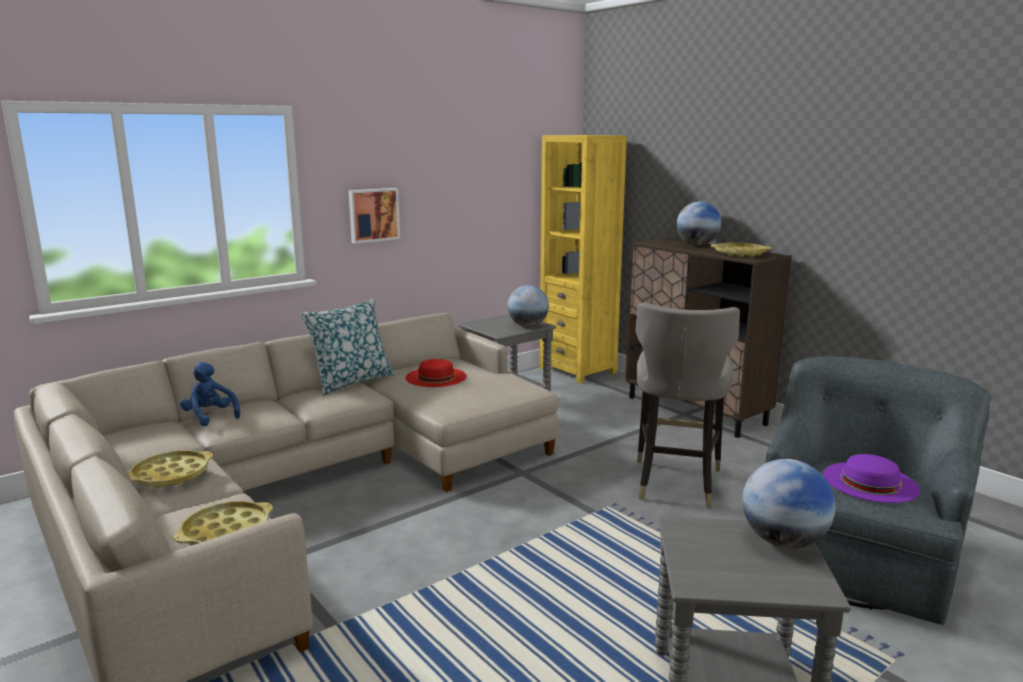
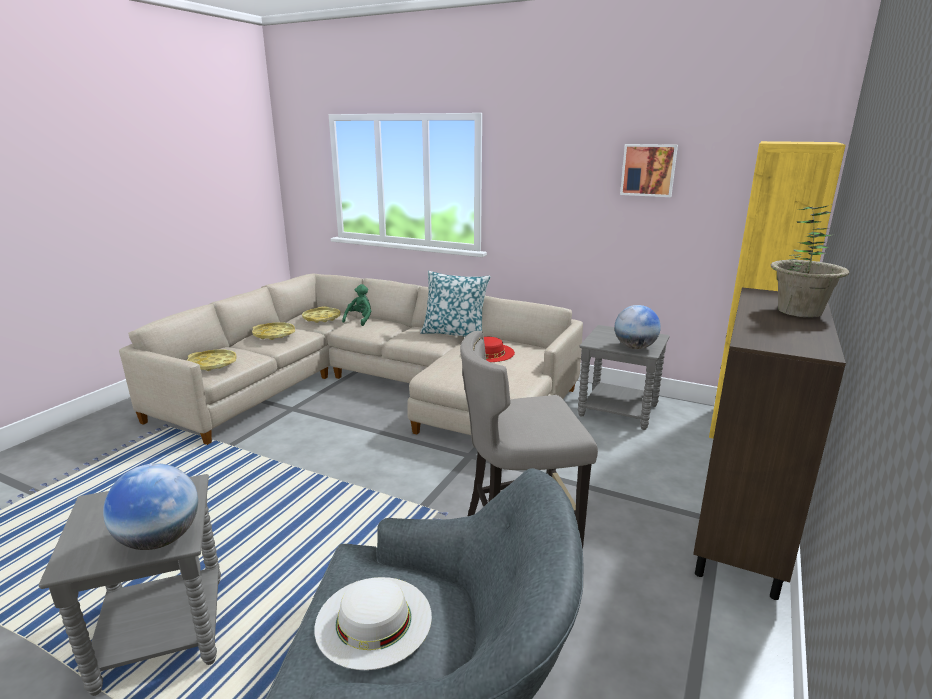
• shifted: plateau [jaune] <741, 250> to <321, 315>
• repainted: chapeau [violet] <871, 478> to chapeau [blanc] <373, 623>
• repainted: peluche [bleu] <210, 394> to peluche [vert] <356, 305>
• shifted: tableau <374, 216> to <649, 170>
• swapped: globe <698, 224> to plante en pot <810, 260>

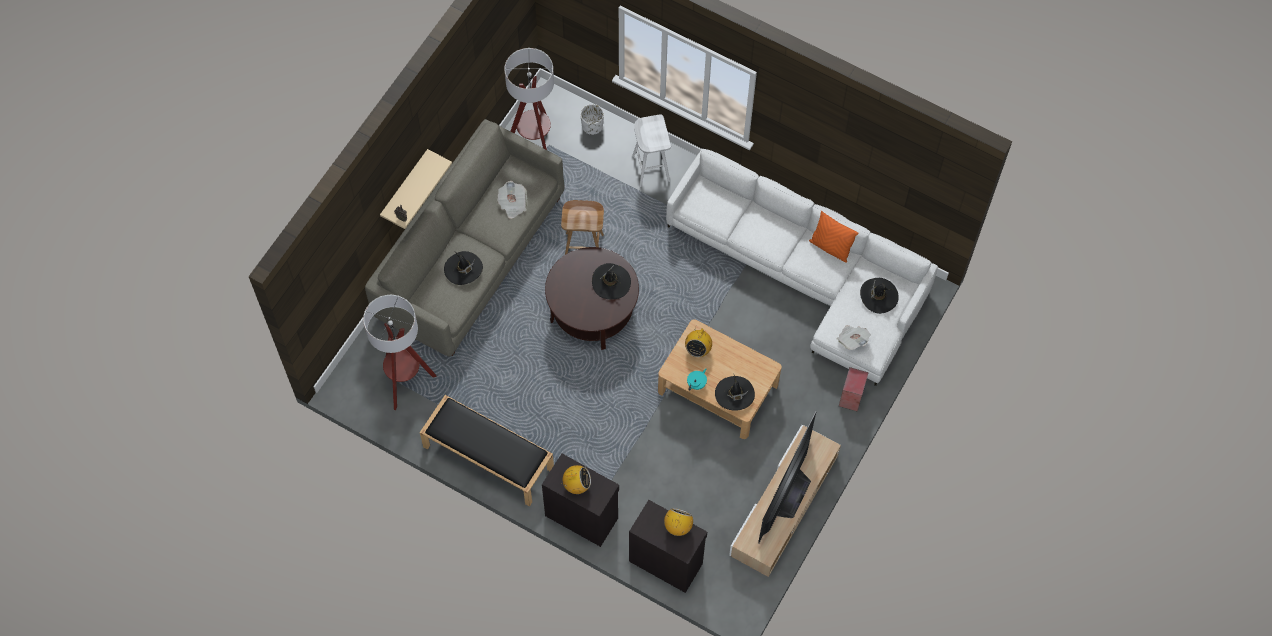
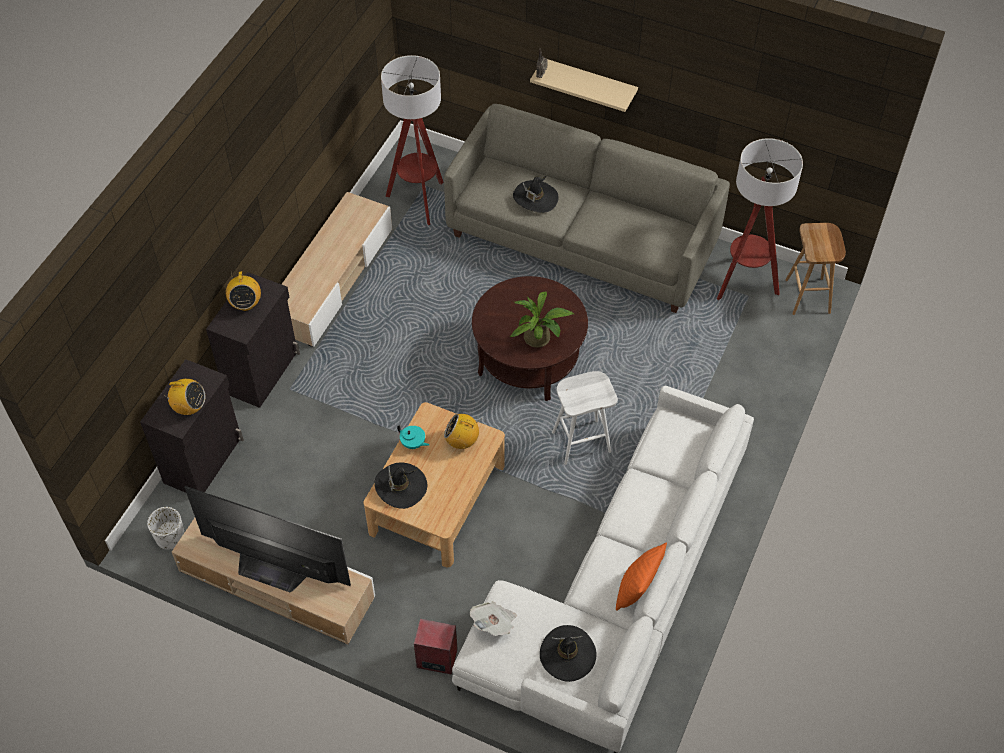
• shifted: cache-pot [blanc] <592, 119> to <166, 528>
• swapped: banc [noir] <487, 450> to meuble télé [beige] <337, 269>
• swapped: chapeau [noir] <611, 281> to plante en pot <542, 320>
• shifted: tabouret [blanc] <651, 150> to <585, 418>
• shifted: tabouret [marron] <582, 227> to <816, 269>
• gone: journal <512, 200>

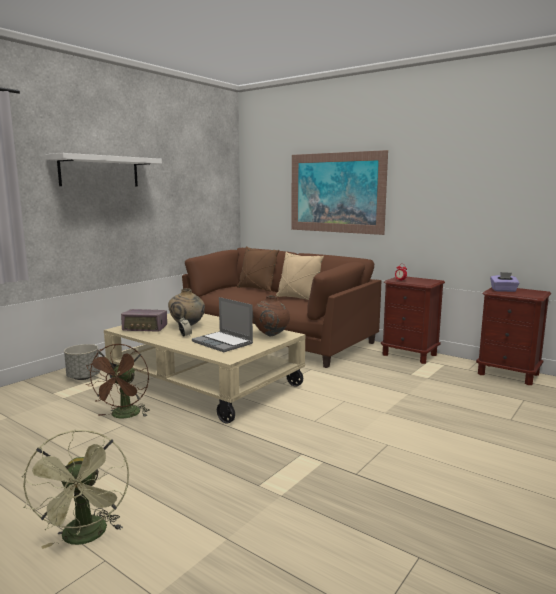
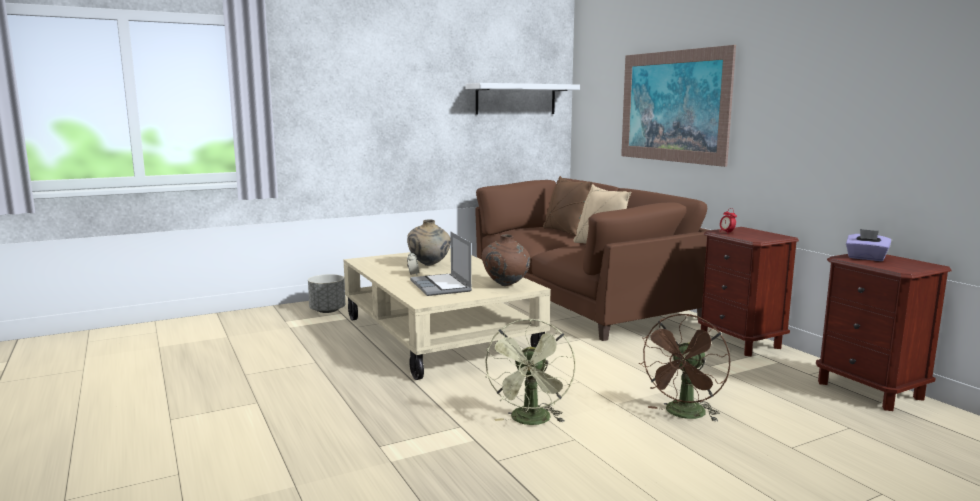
• shifted: étagère [blanc] <103, 170> to <522, 99>
• shifted: ventilateur [vert] <75, 489> to <530, 372>
• shifted: ventilateur [marron] <117, 381> to <684, 368>
• gone: radio <144, 320>

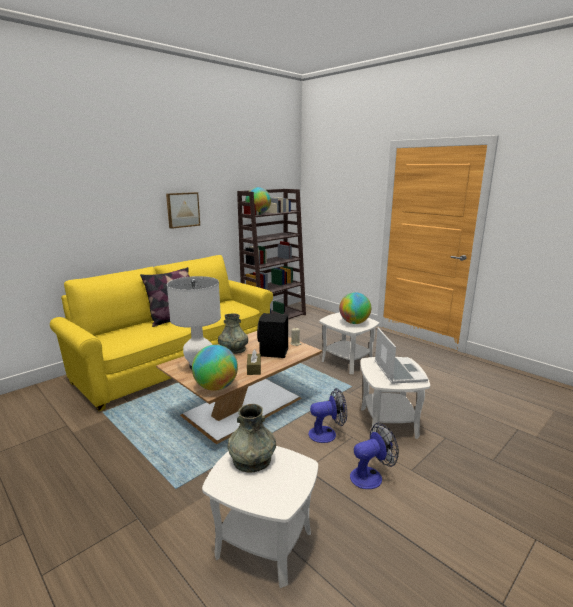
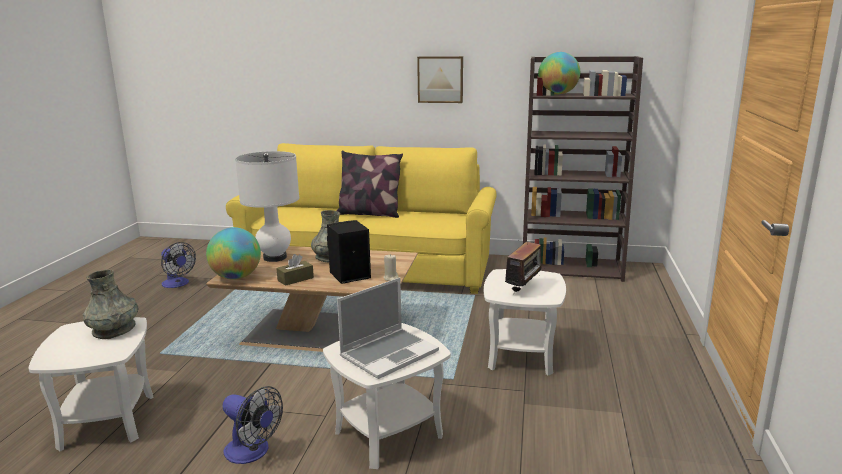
• shifted: ventilateur <328, 415> to <178, 265>
• swapped: globe <355, 308> to radio <525, 267>

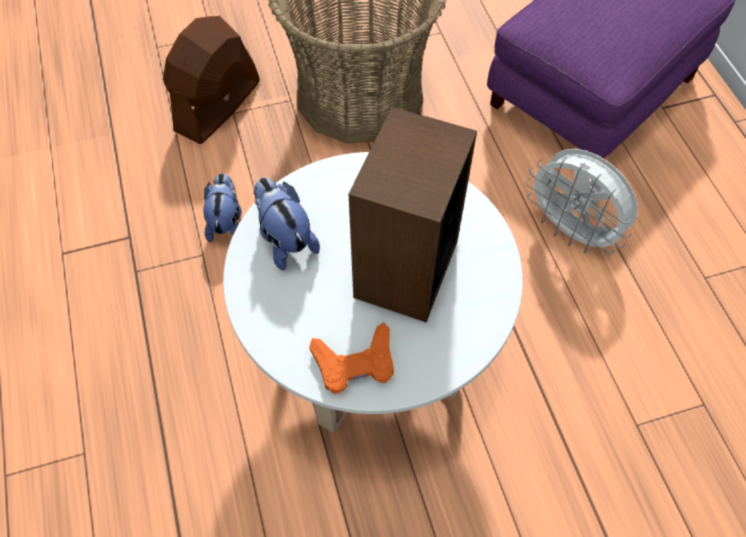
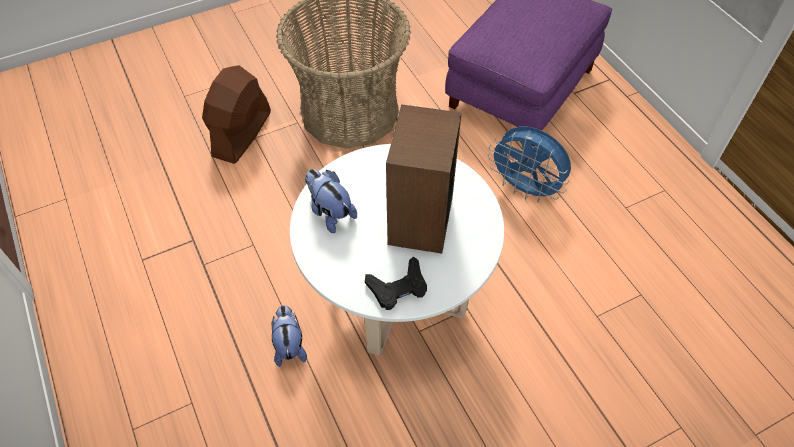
• shifted: peluche <222, 208> to <289, 336>
• repainted: manette [orange] <351, 358> to manette [noir] <396, 283>
• repainted: ventilateur [blanc] <582, 201> to ventilateur [bleu] <529, 164>

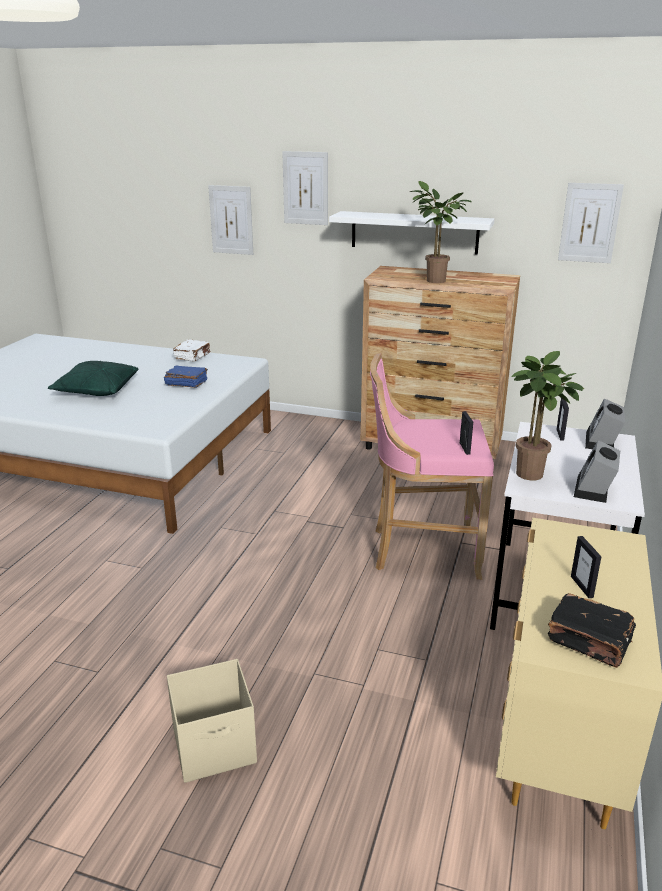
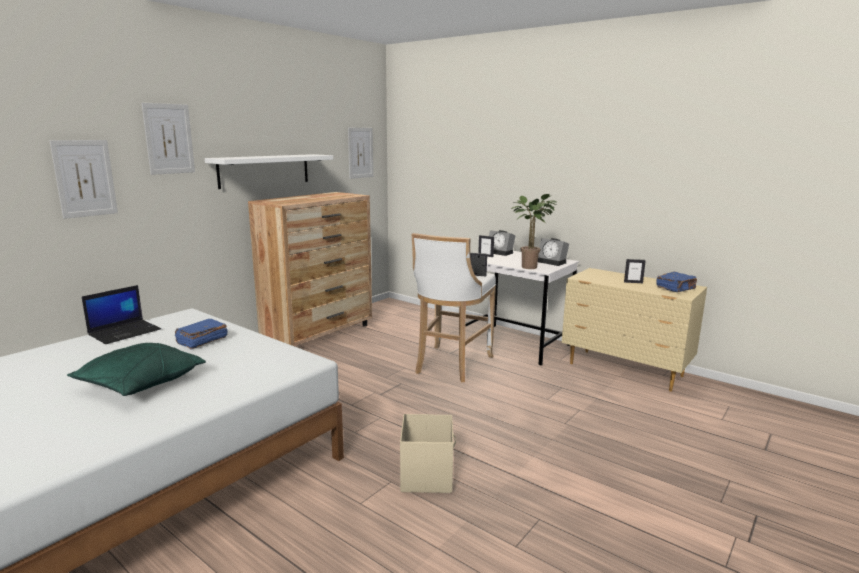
• swapped: livre [blanc] <191, 350> to ordinateur portable <121, 314>
• shifted: boîte de rangement [beige] <212, 721> to <428, 453>
• repainted: tabouret [rose] <432, 466> to tabouret [blanc] <453, 307>
• repainted: livre [noir] <592, 630> to livre [bleu] <676, 282>
• gone: plante en pot <441, 232>

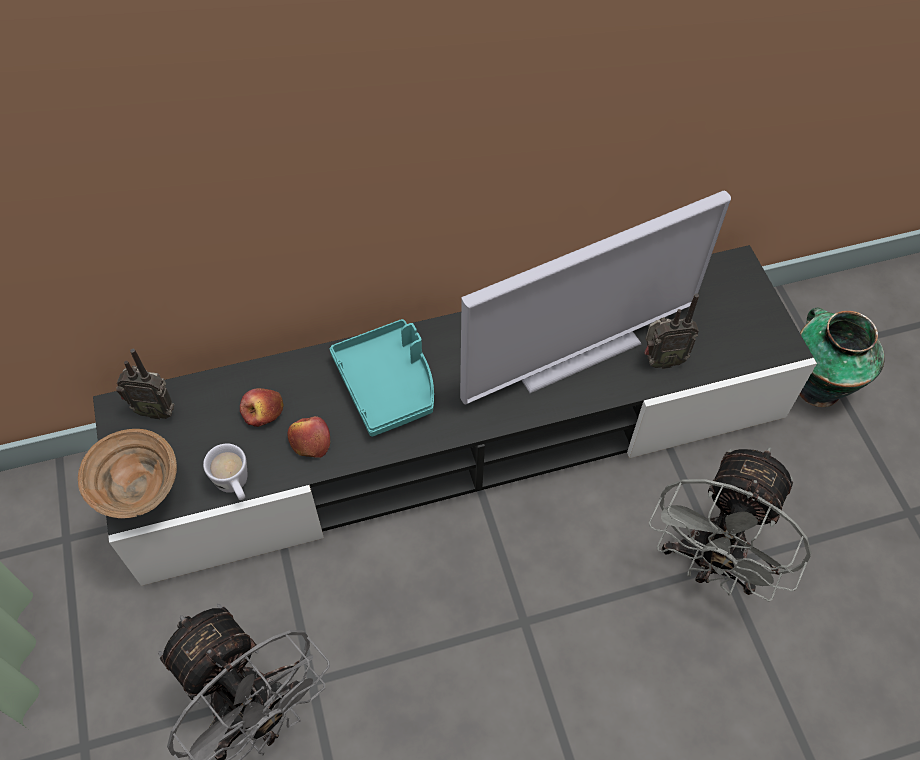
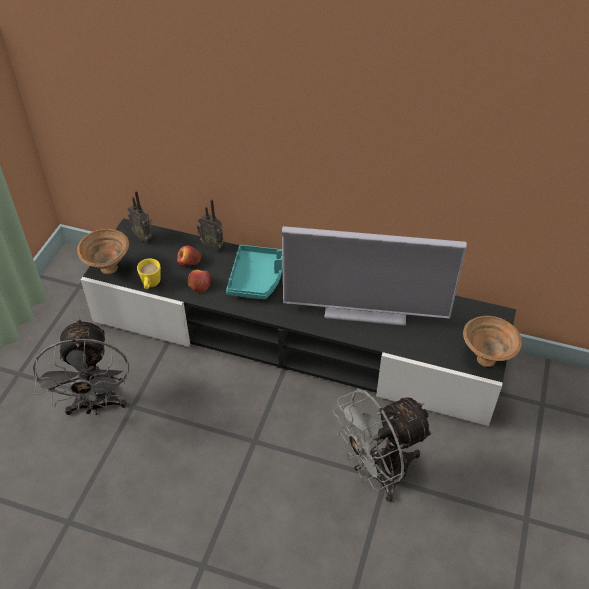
• repainted: mug [blanc] <225, 472> to mug [jaune] <149, 273>
• shifted: radio <671, 331> to <210, 224>
• new: bol [marron] <492, 341>
• gone: vase <842, 357>

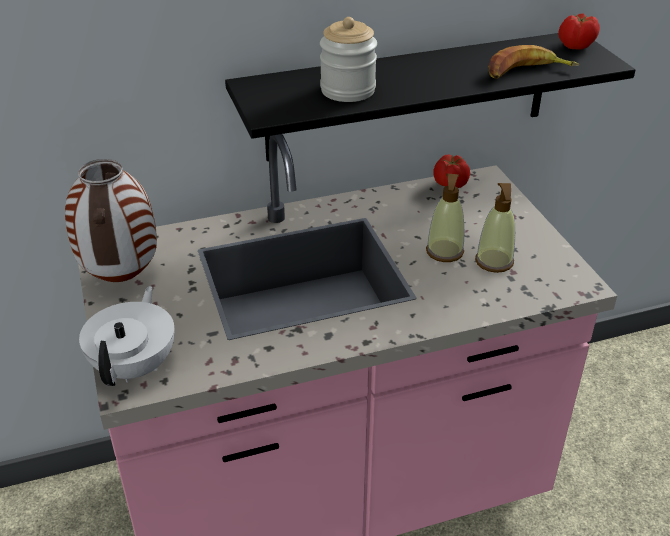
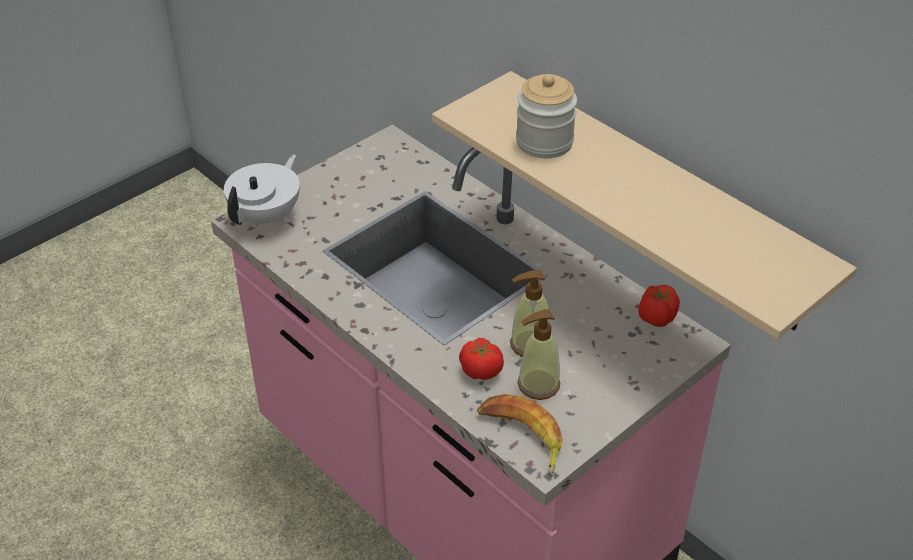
• rotated: théière [blanc] <127, 336> = <262, 190> 45 degrees counterclockwise
• repainted: étagère [noir] <430, 97> to étagère [beige] <644, 205>
• shifted: tomate <579, 31> to <481, 359>
• shifted: banane <533, 62> to <520, 433>
• gone: vase <111, 220>

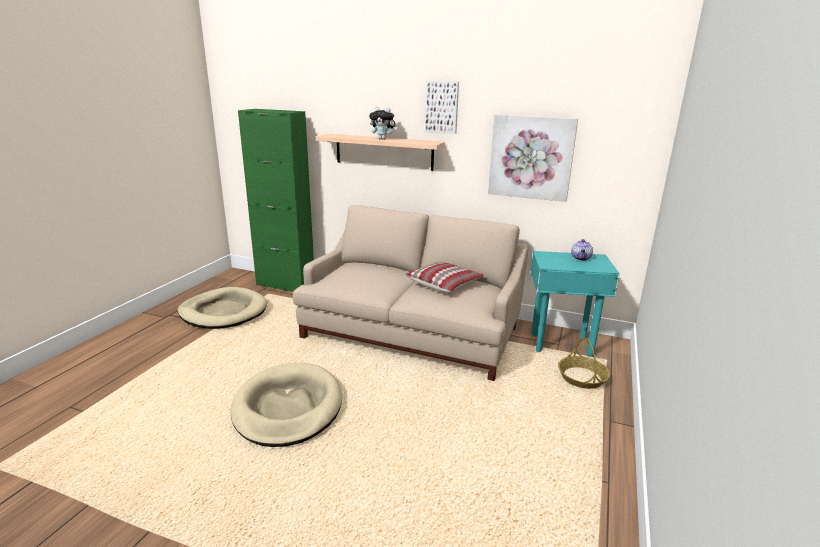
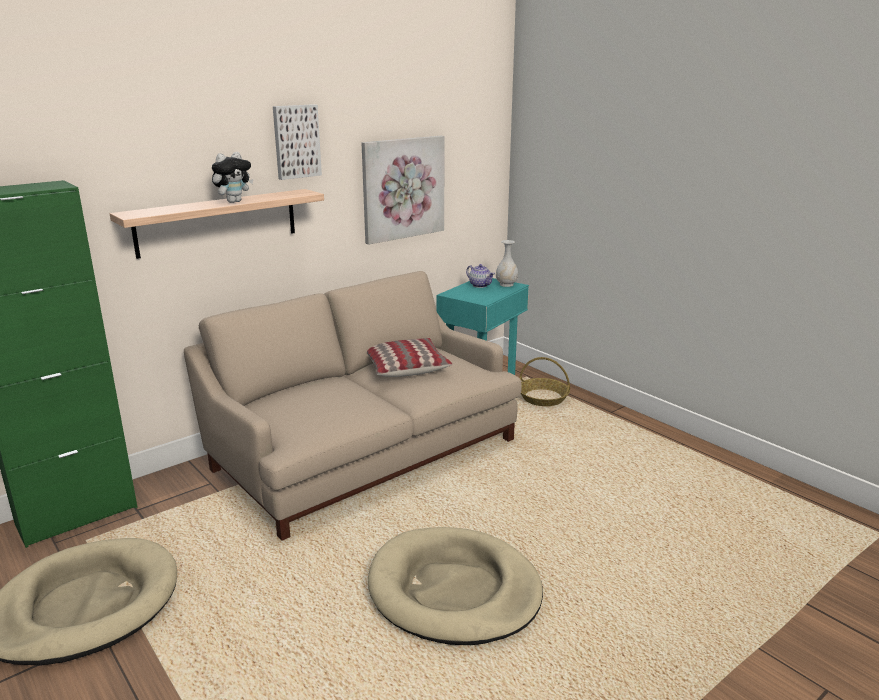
• new: vase [blanc] <507, 263>

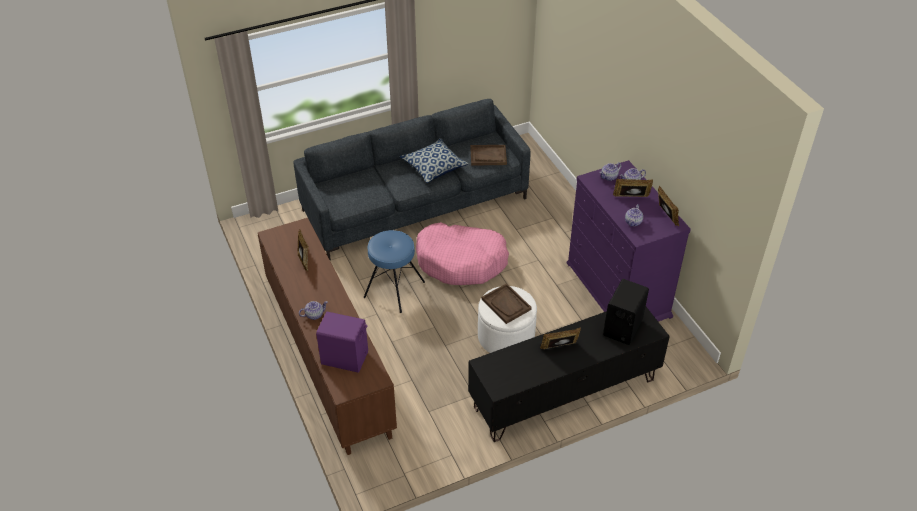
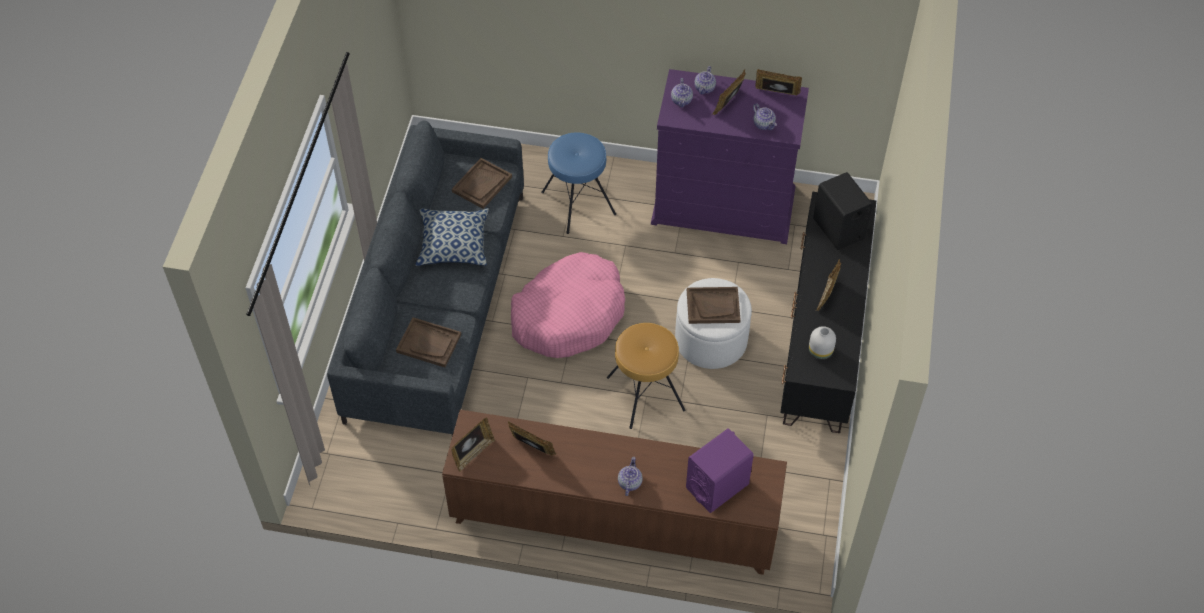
• new: plateau [marron] <428, 342>
• new: cadre photo <473, 445>
• shifted: tabouret [bleu] <394, 271> to <578, 183>
• new: tabouret [marron] <646, 376>
• new: vase [blanc] <822, 343>

